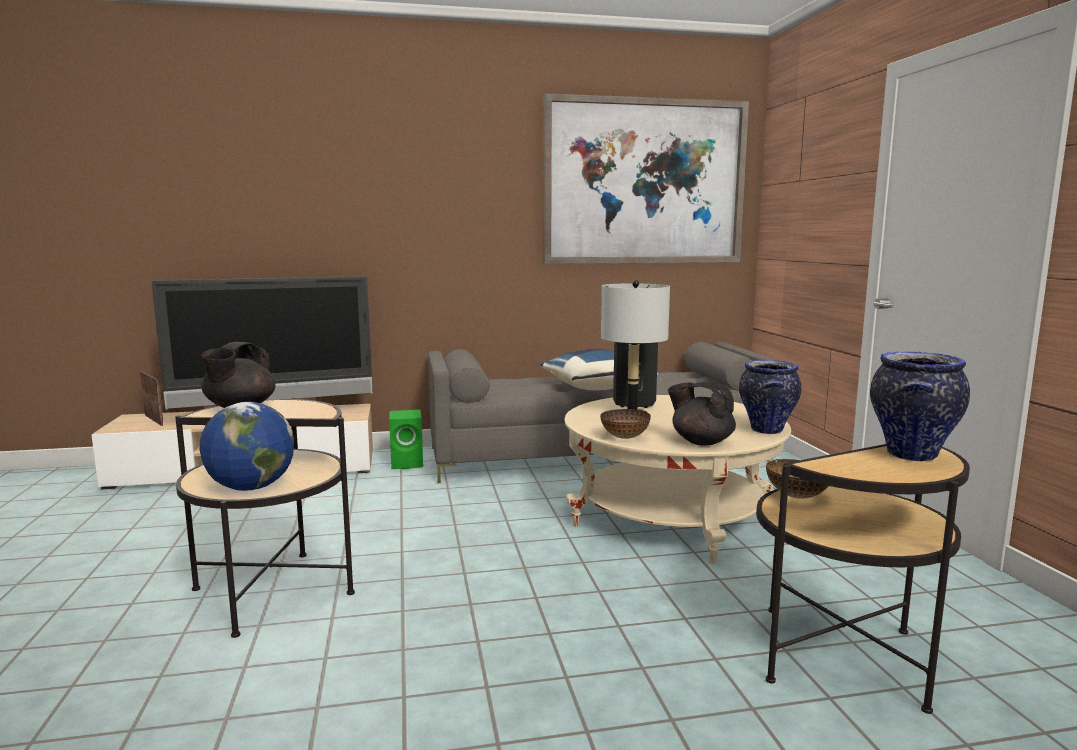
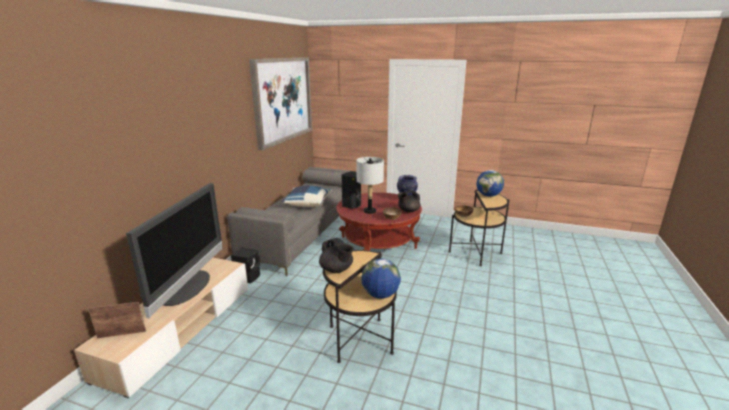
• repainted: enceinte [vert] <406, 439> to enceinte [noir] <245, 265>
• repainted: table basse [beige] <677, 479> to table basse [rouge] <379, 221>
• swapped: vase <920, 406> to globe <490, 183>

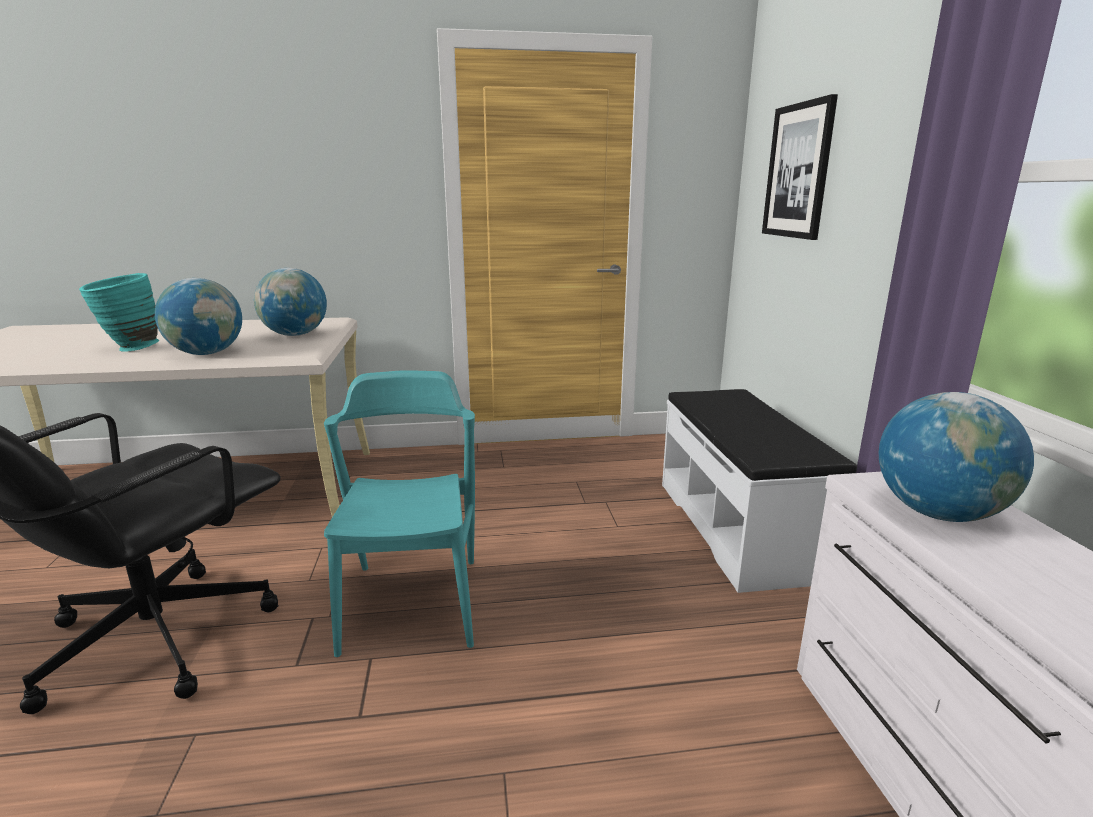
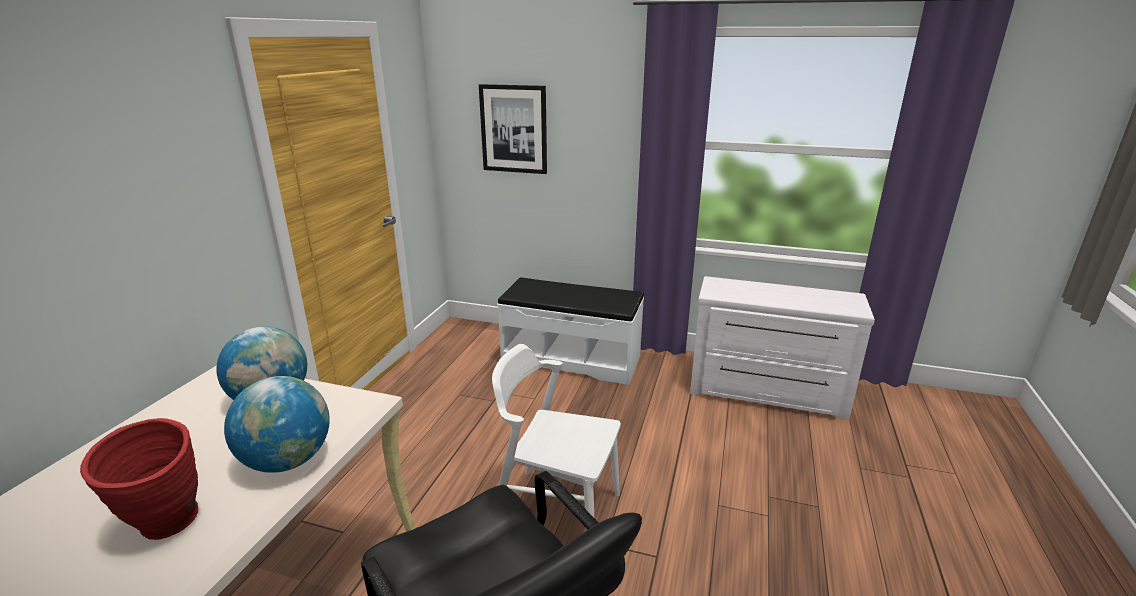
• repainted: vase [turquoise] <119, 312> to vase [rouge] <139, 479>
• repainted: chaise [turquoise] <399, 513> to chaise [blanc] <556, 430>
• gone: globe <956, 457>

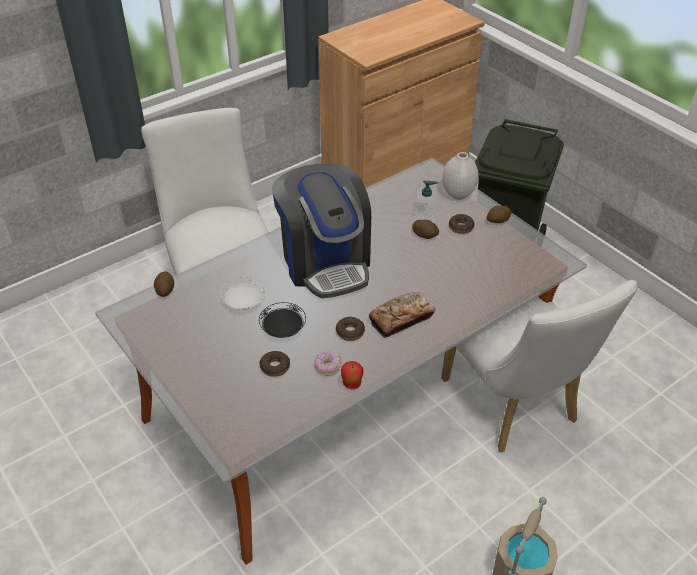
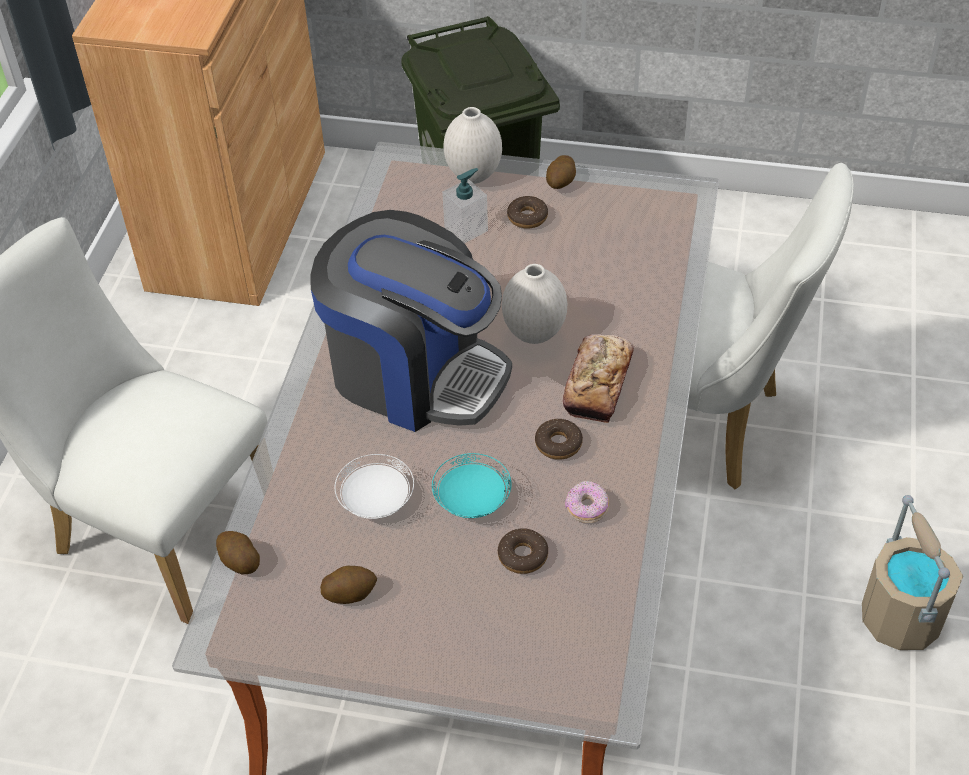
• shifted: pomme de terre <425, 229> to <348, 585>
• repainted: assiette [noir] <282, 320> to assiette [turquoise] <472, 485>
• new: vase [blanc] <534, 304>
• gone: pomme <352, 375>

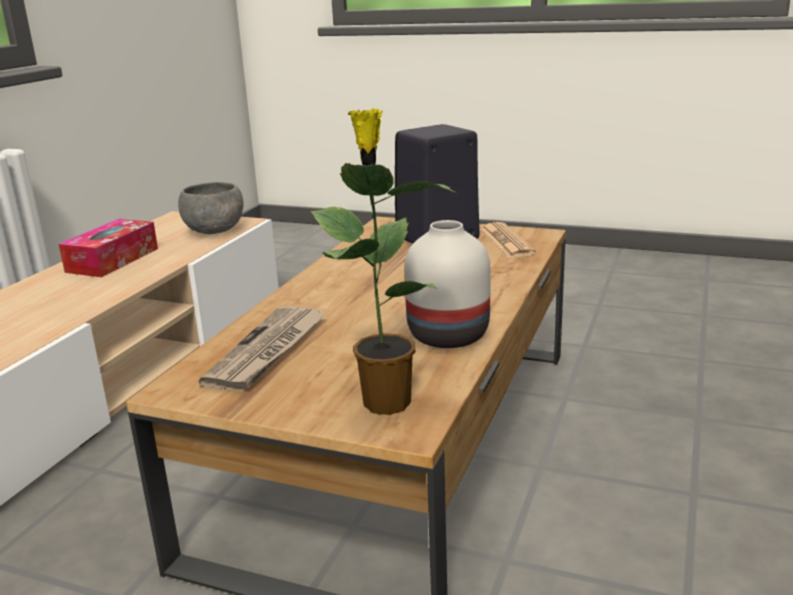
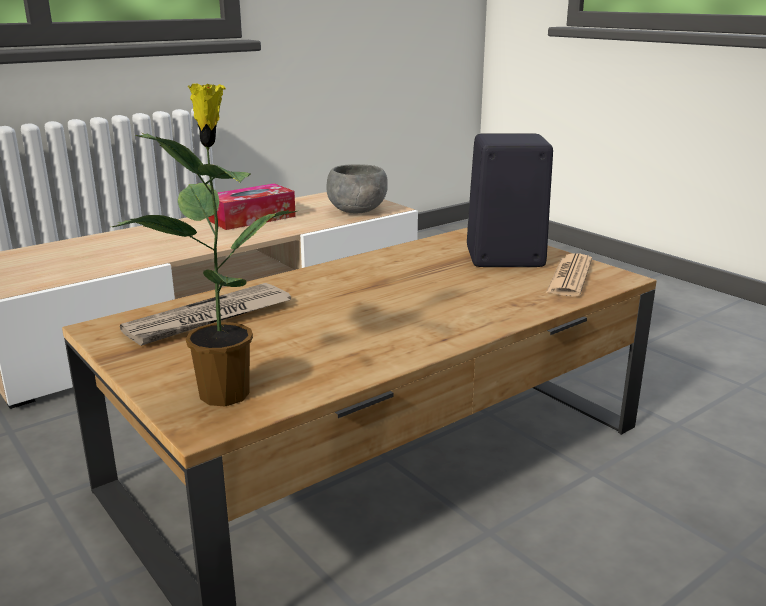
• gone: vase [blanc] <447, 284>

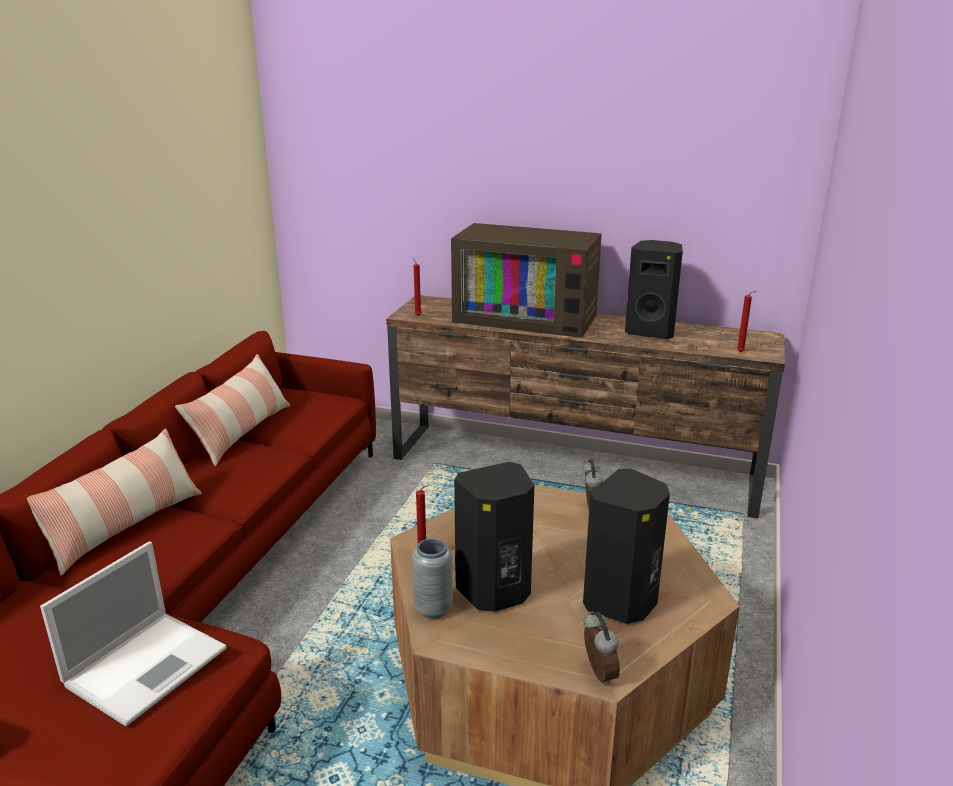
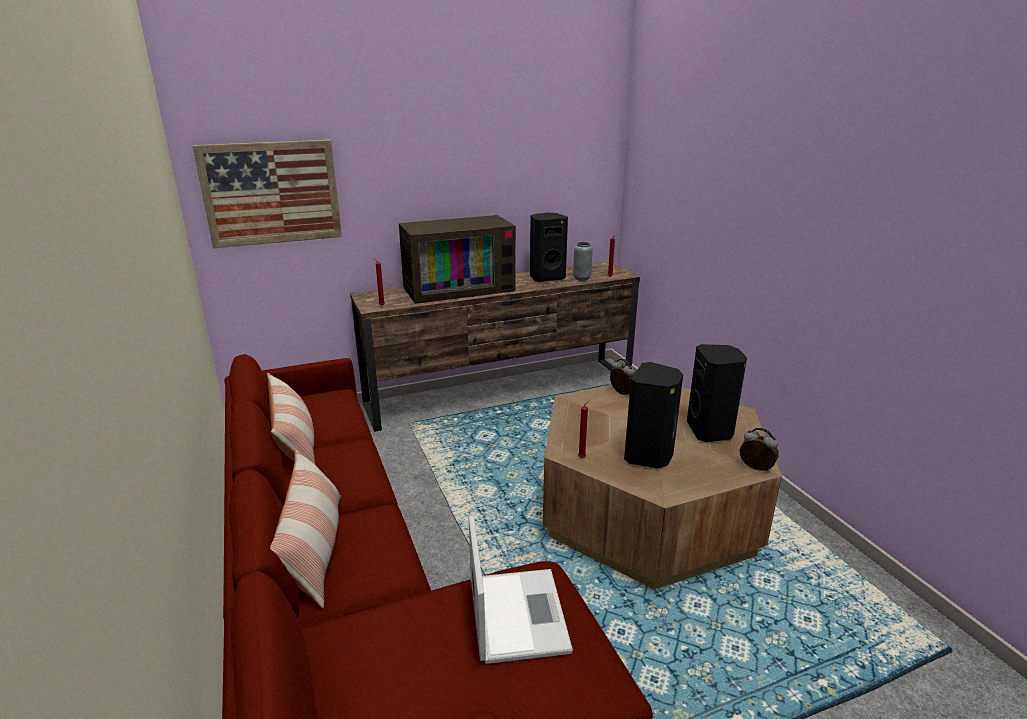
• new: tableau <267, 194>
• shifted: vase [gris] <432, 578> to <583, 261>

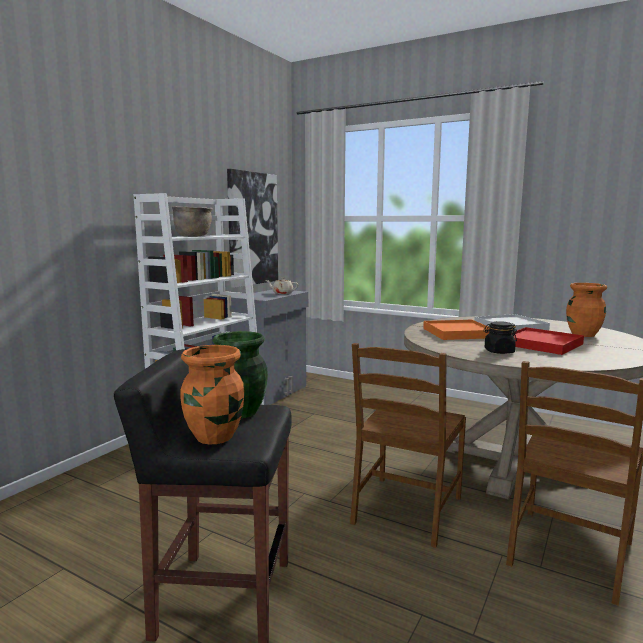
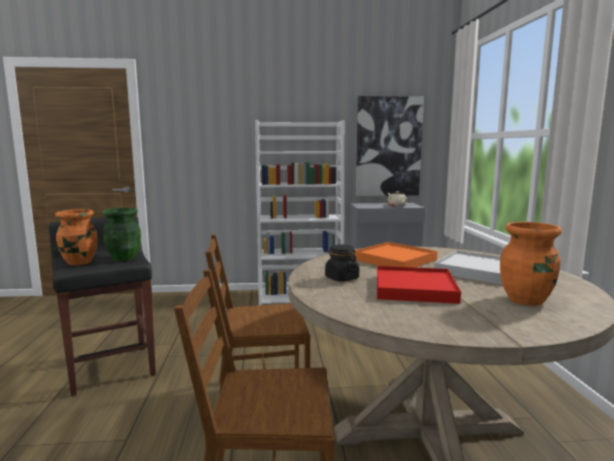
• gone: marmite [marron] <192, 221>

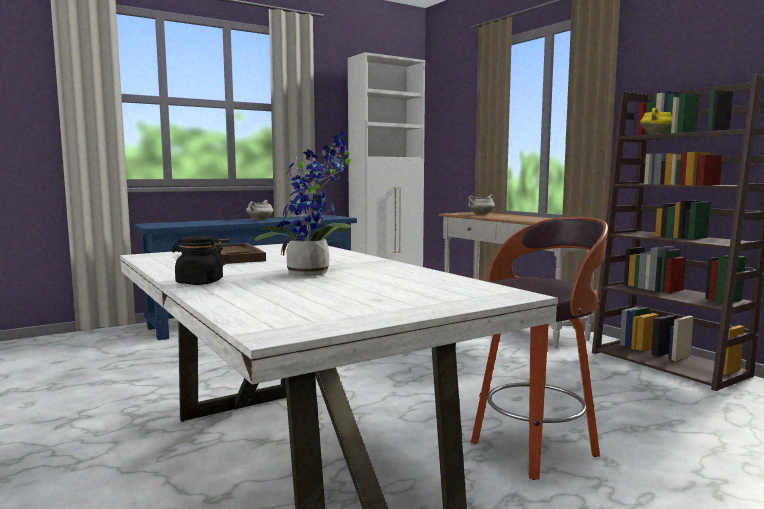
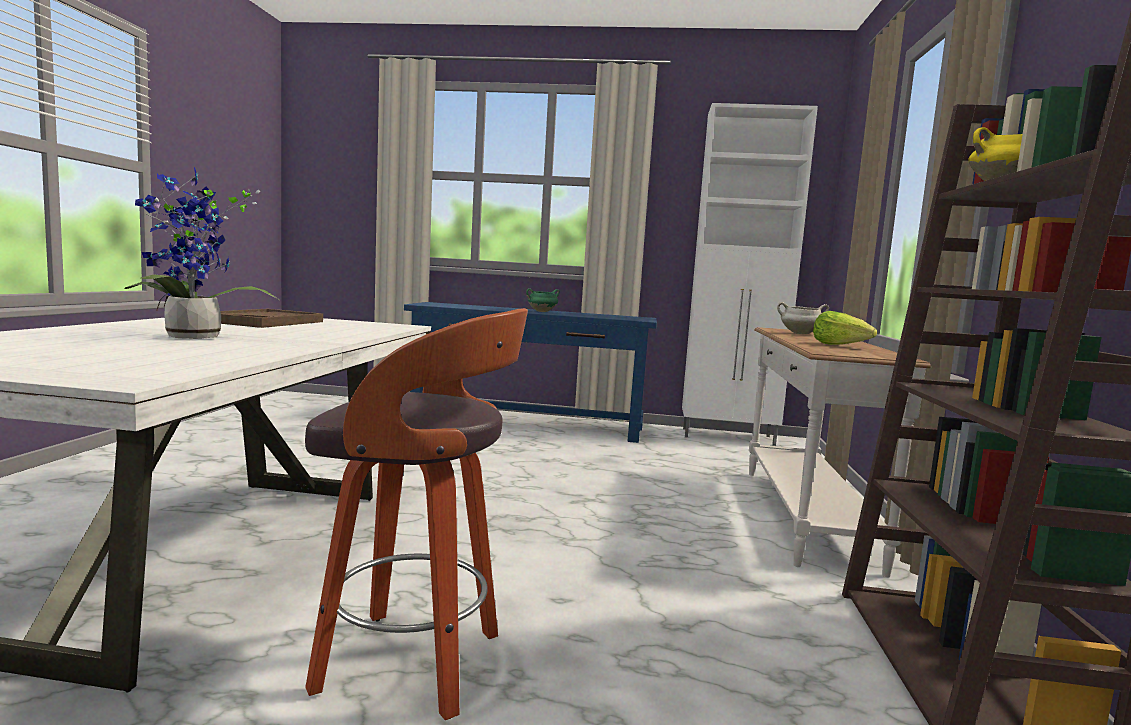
• repainted: marmite [blanc] <259, 210> to marmite [vert] <543, 300>
• new: laitue <845, 328>
• gone: bocal [noir] <198, 260>

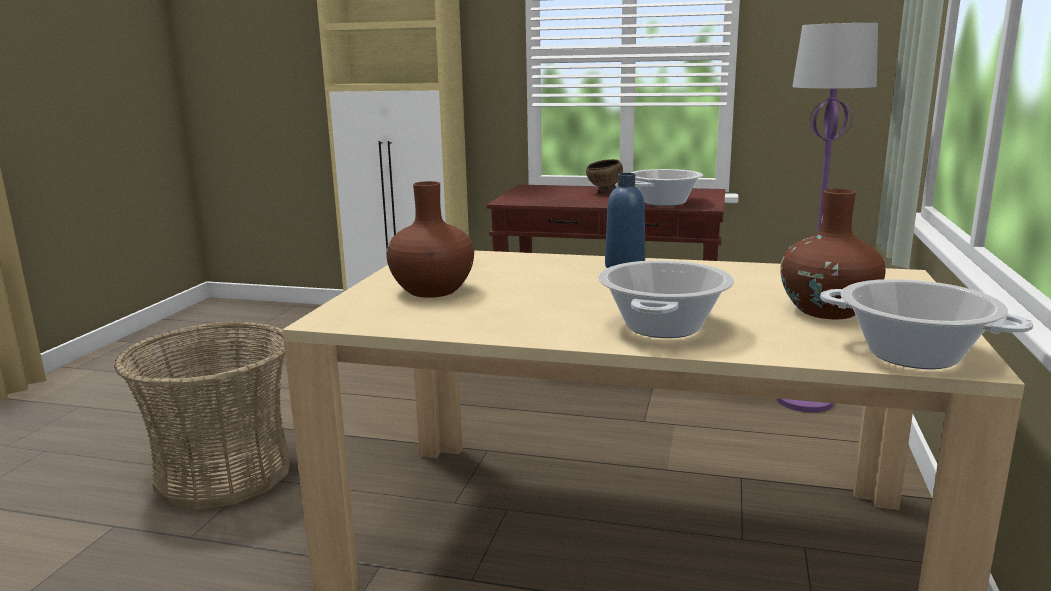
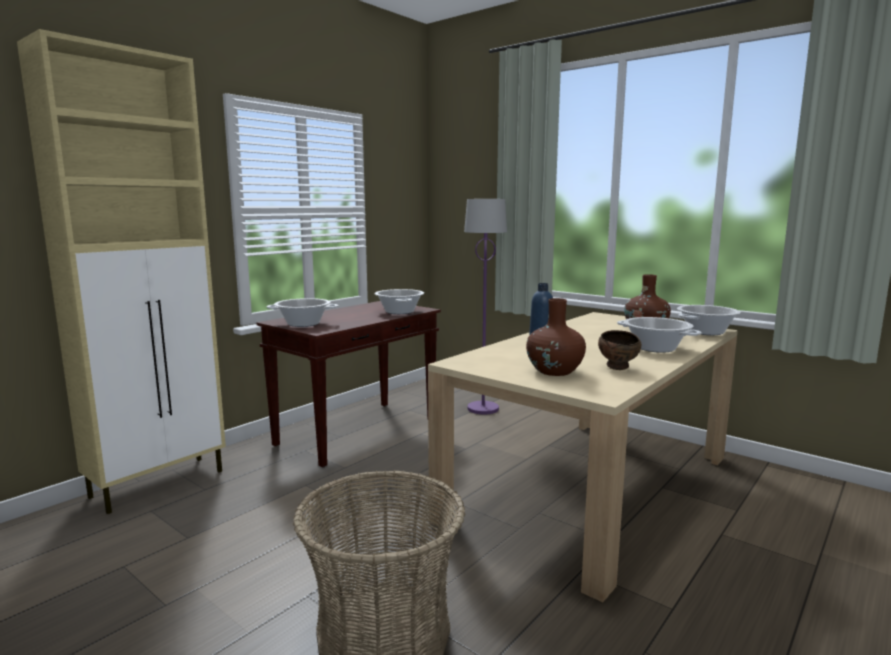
• new: marmite <302, 312>
• shifted: bol [marron] <604, 176> to <619, 350>

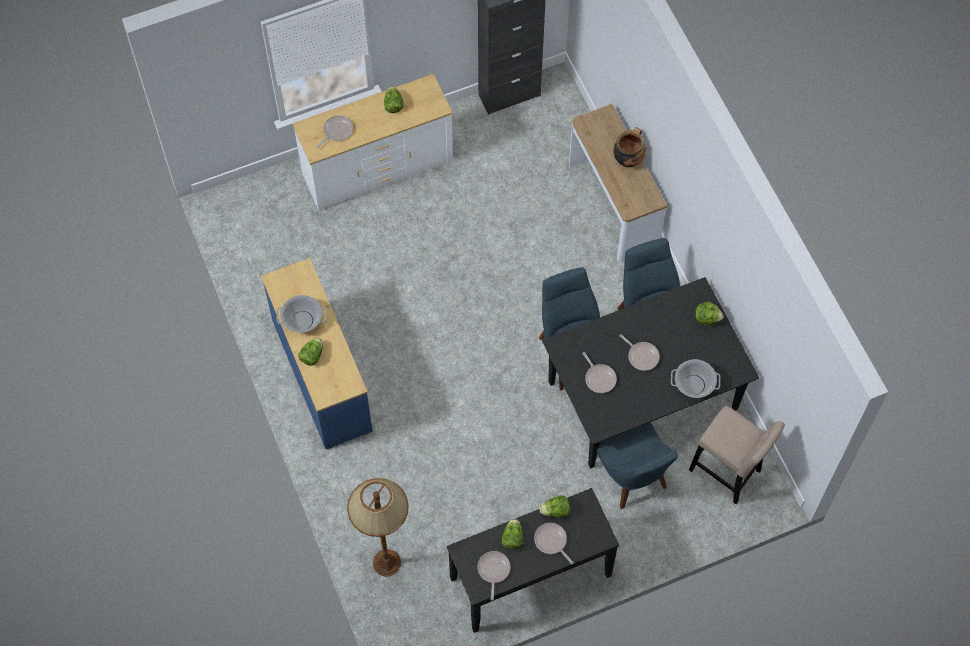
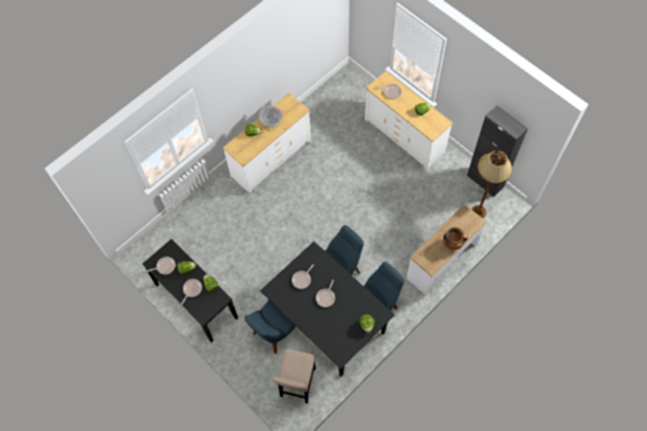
• repainted: commode [bleu] <317, 353> to commode [blanc] <267, 143>
• shifted: lampadaire [marron] <378, 527> to <491, 185>
• gone: marmite <695, 378>

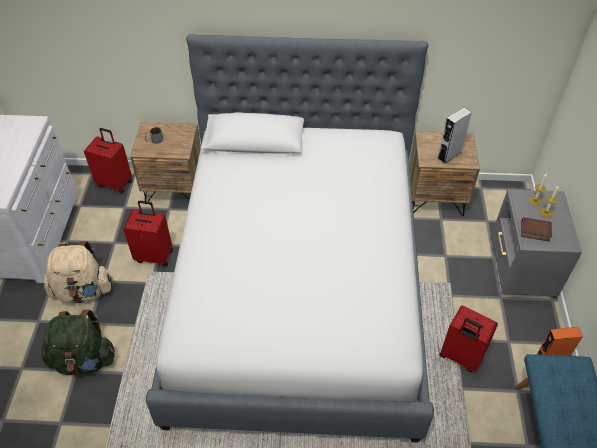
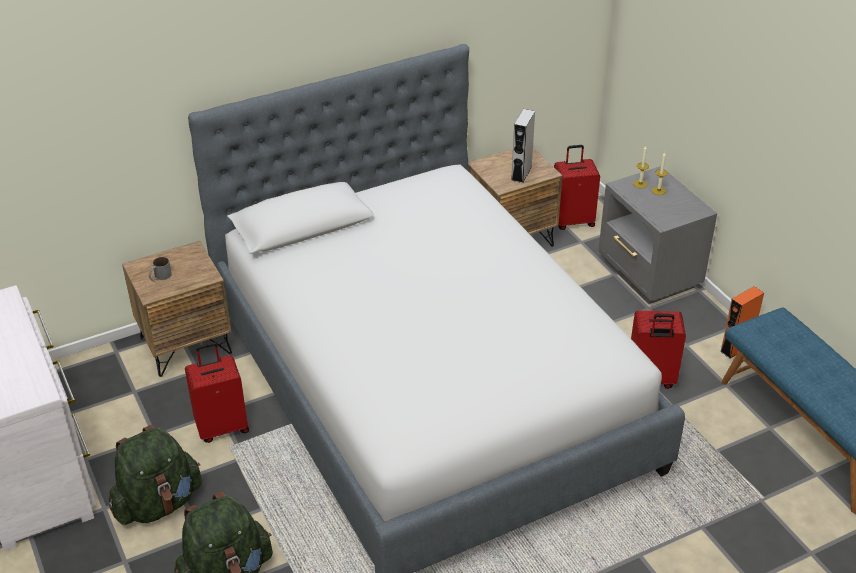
• repainted: sac à dos [beige] <78, 272> to sac à dos [vert] <155, 475>
• shifted: valise [rouge] <108, 161> to <577, 187>
• gone: livre <536, 229>

